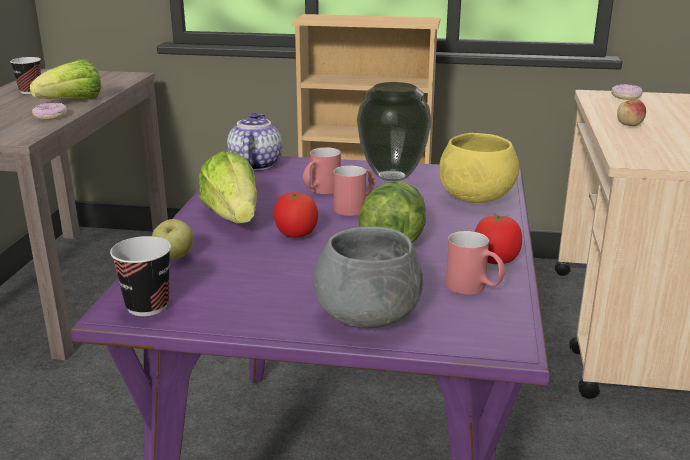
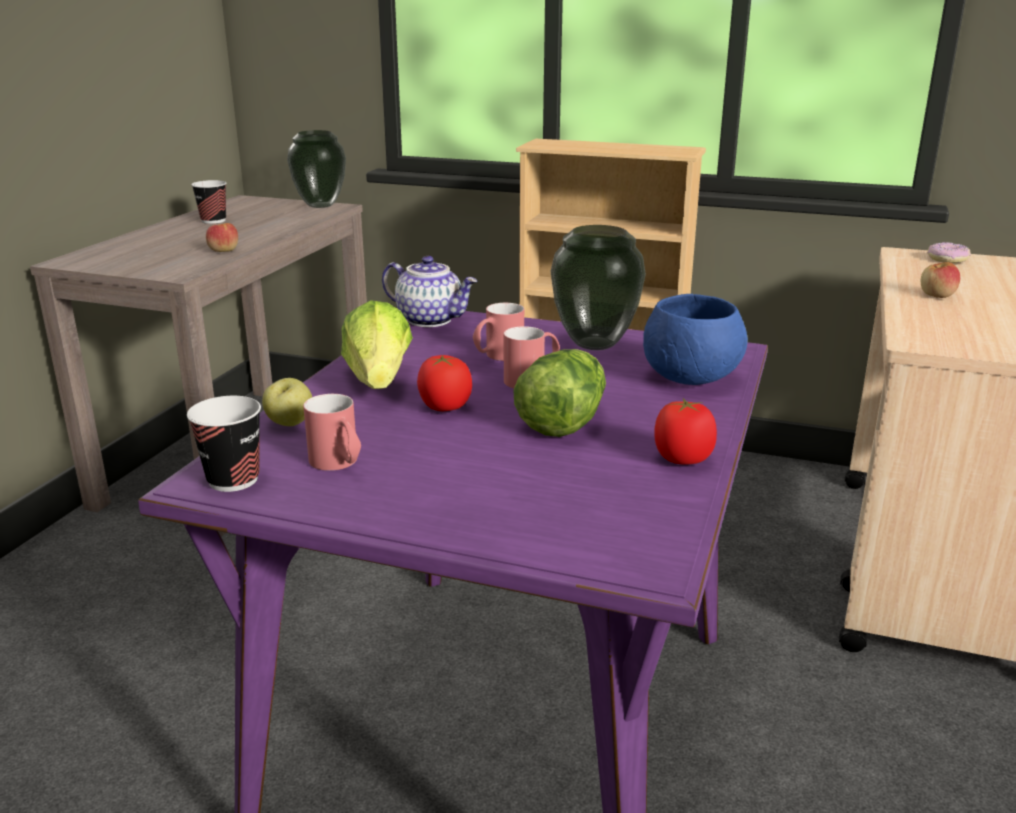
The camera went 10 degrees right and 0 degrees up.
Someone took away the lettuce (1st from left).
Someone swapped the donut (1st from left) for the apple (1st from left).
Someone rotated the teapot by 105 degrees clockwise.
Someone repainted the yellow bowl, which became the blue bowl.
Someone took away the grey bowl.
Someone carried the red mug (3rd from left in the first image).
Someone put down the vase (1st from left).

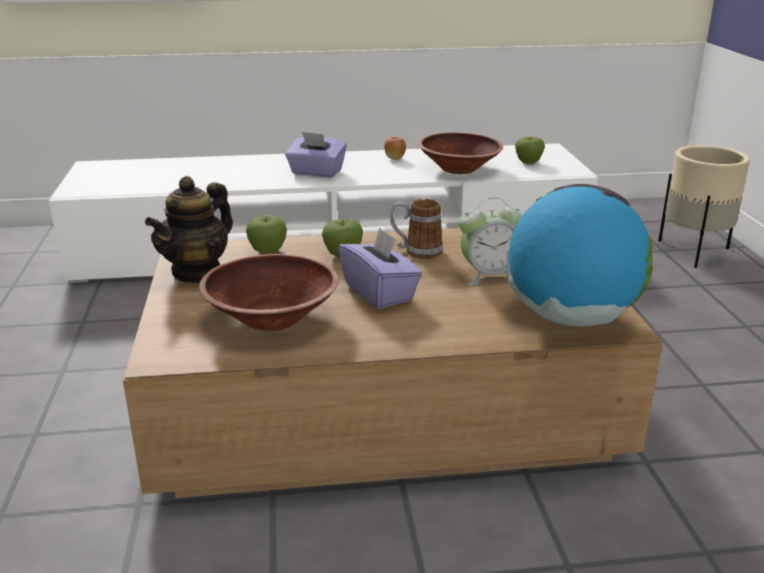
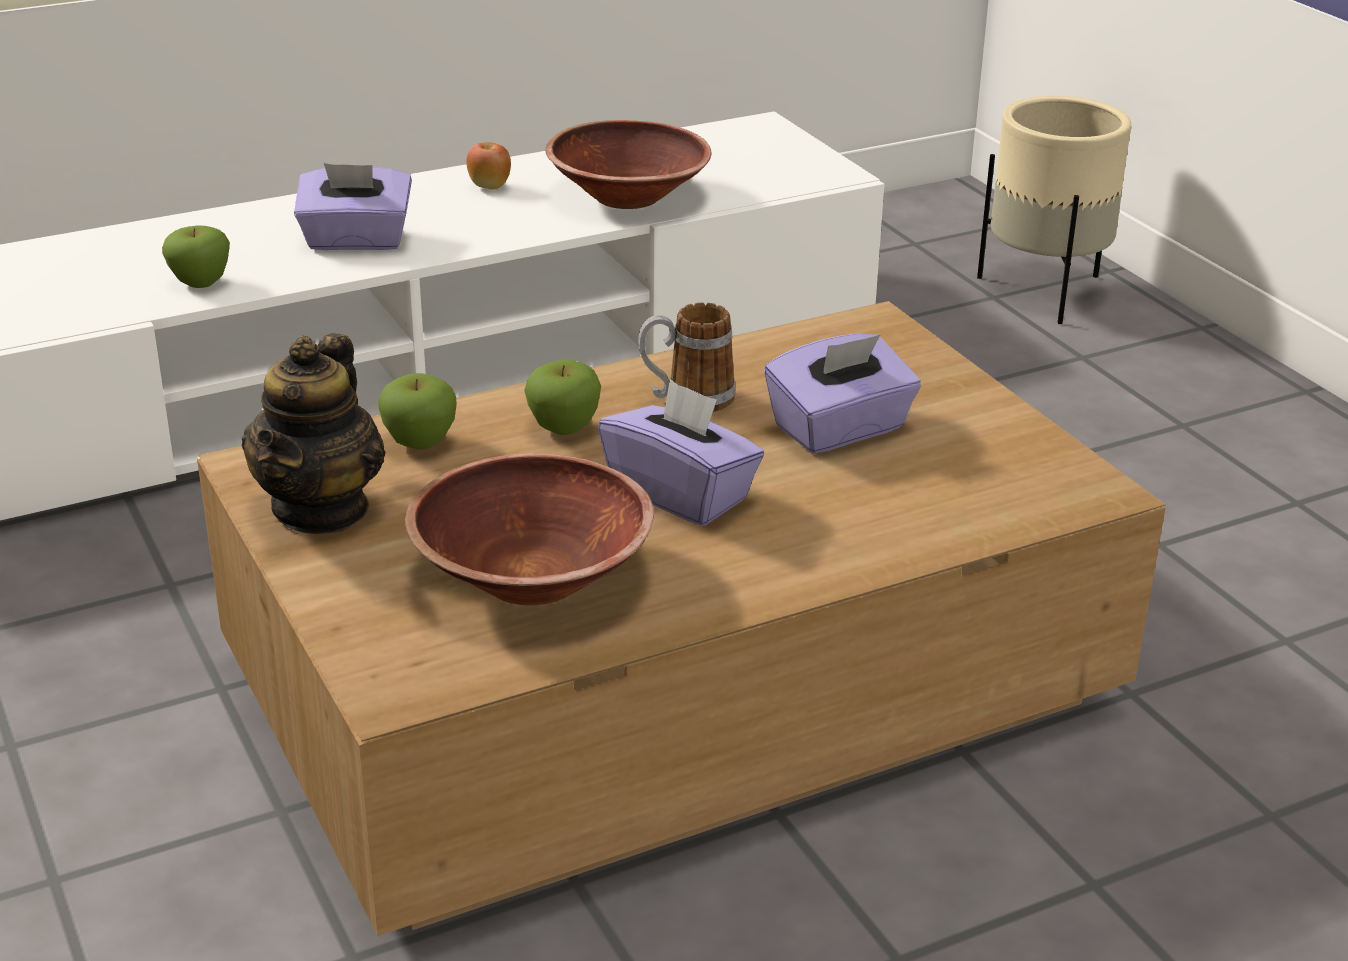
The camera went 20 degrees left and 5 degrees up.
Someone carried the apple (4th from left in the first image).
Someone took away the globe.
Someone swapped the alarm clock for the purple tissue box (3rd from left).

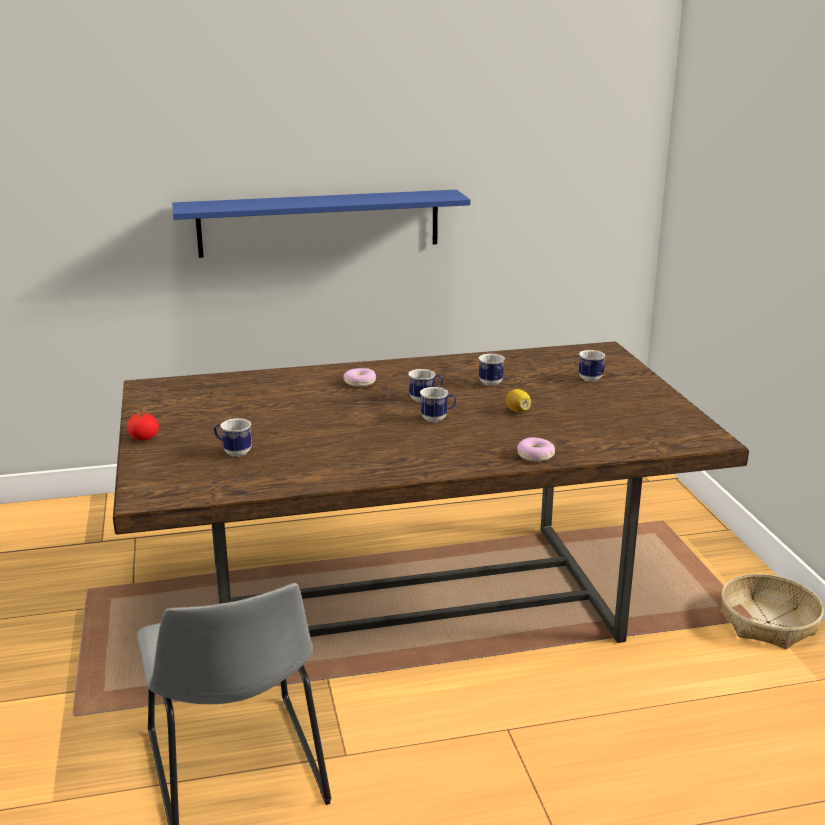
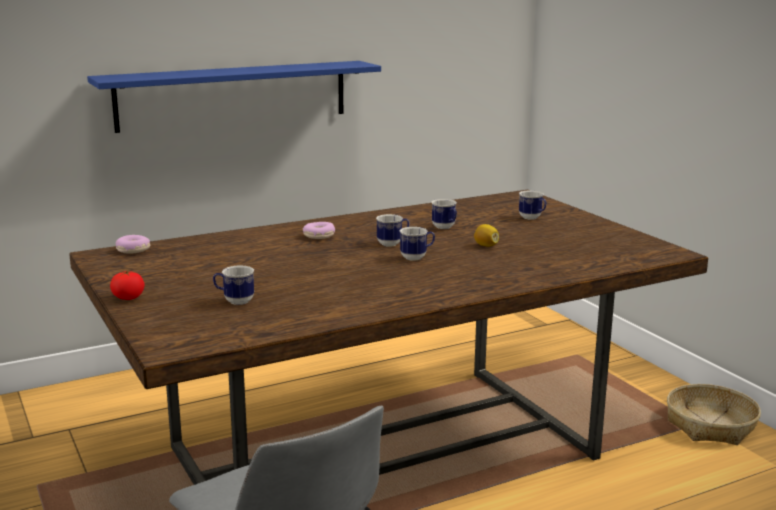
The camera went 15 degrees left and 5 degrees down.
Someone carried the donut (2nd from left in the first image).

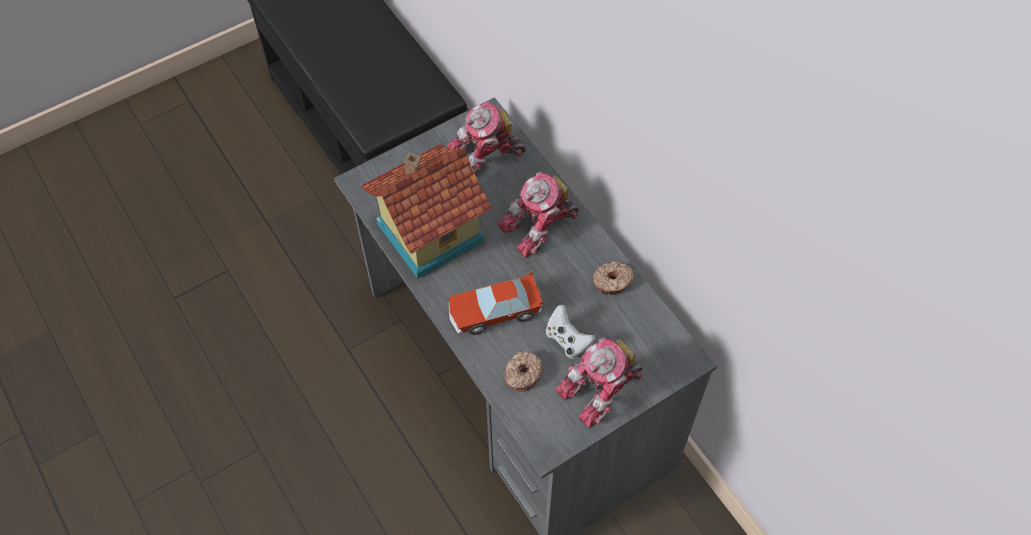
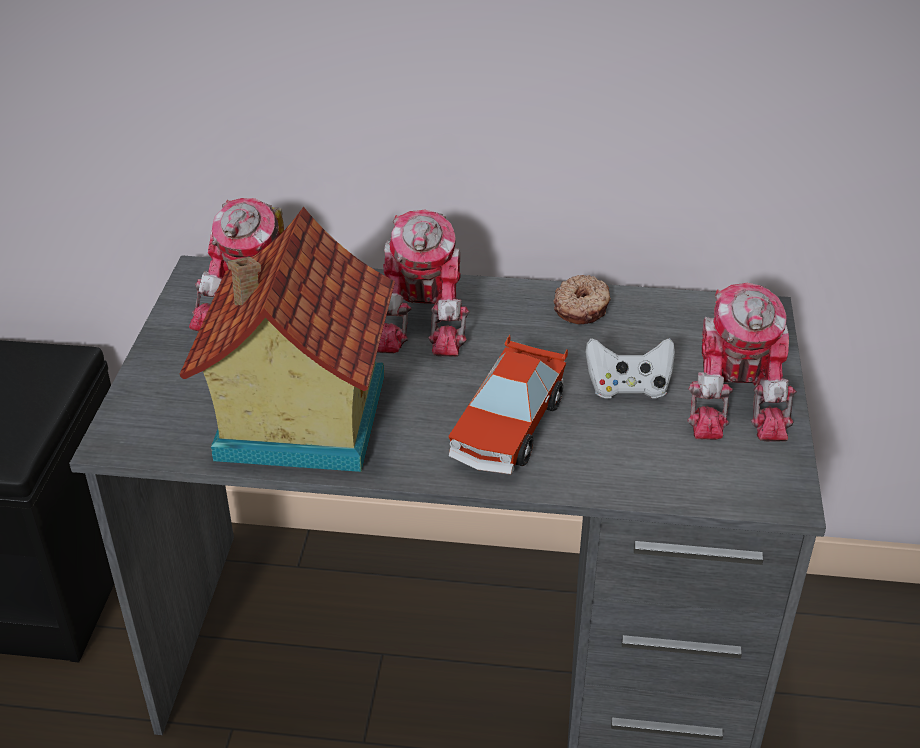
The camera went 50 degrees left and 20 degrees down.
Someone took away the donut (1st from left).

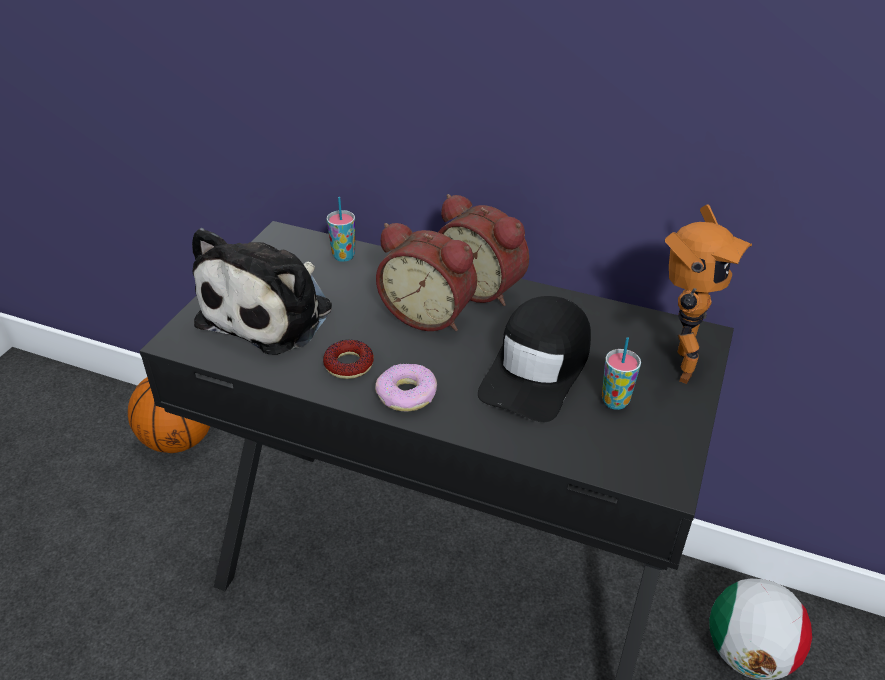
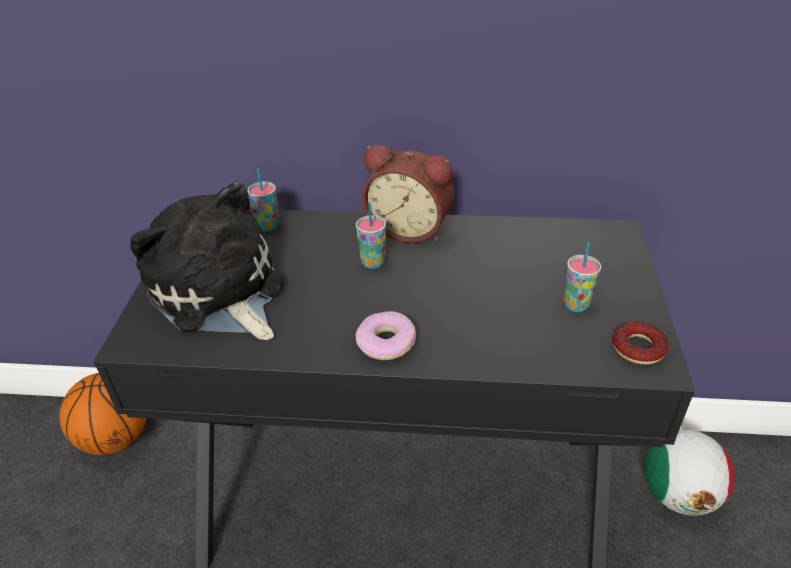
The camera went 15 degrees left and 0 degrees up.
Someone took away the toy robot.
Someone swapped the alarm clock (1st from left) for the cup (2nd from left).
Someone rotated the plush toy by 135 degrees clockwise.
Someone took away the black cap.
Someone carried the donut (1st from left in the first image).

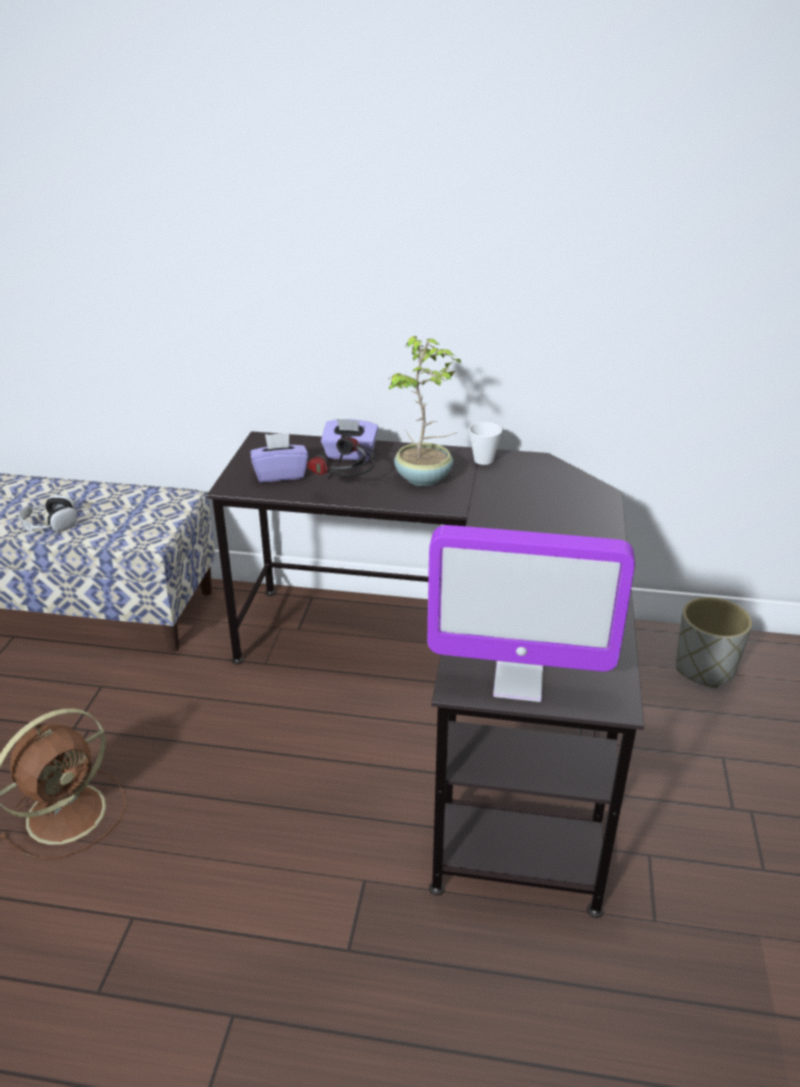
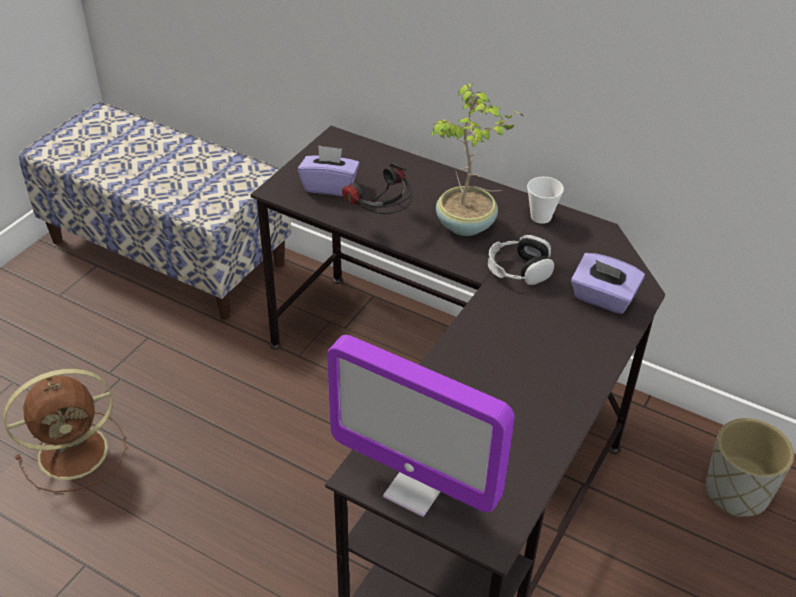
The camera went 20 degrees right and 10 degrees up.
Someone carried the purple tissue box (2nd from left).
Someone carried the headphones (1st from left in the first image).

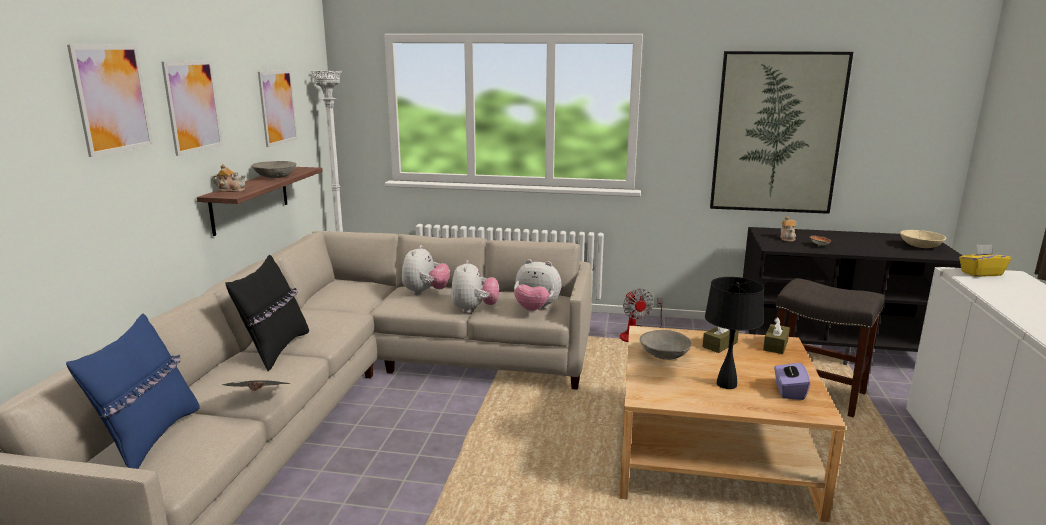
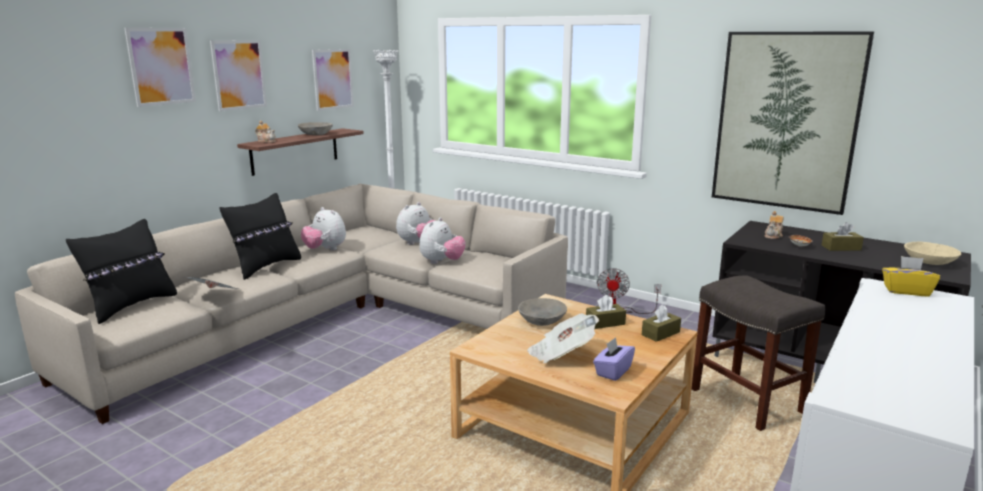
The camera went 25 degrees right and 0 degrees up.
Someone carried the plush toy (3rd from left in the first image).
Someone swapped the black table lamp for the newspaper (2nd from left).
Someone repainted the blue pillow, which became the black pillow (1st from left).
Someone put down the brown tissue box (3rd from left).

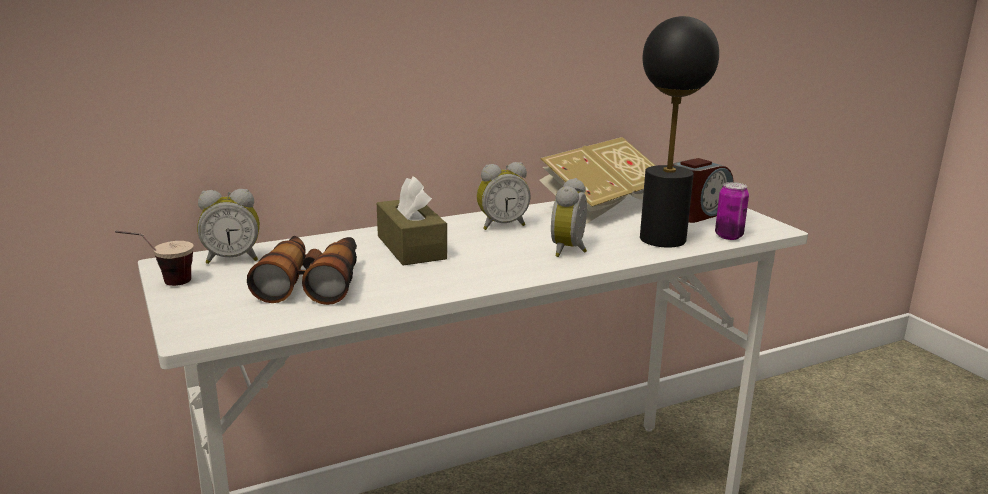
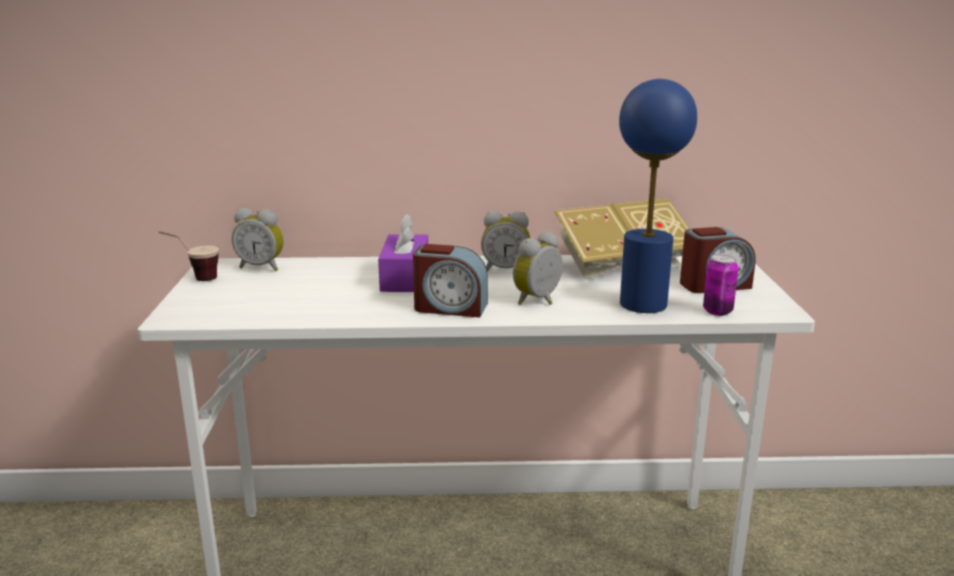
The camera went 25 degrees right and 0 degrees up.
Someone repainted the black table lamp, which became the blue table lamp.
Someone repainted the brown tissue box, which became the purple tissue box.
Someone took away the binoculars.
Someone put down the alarm clock (2nd from left).

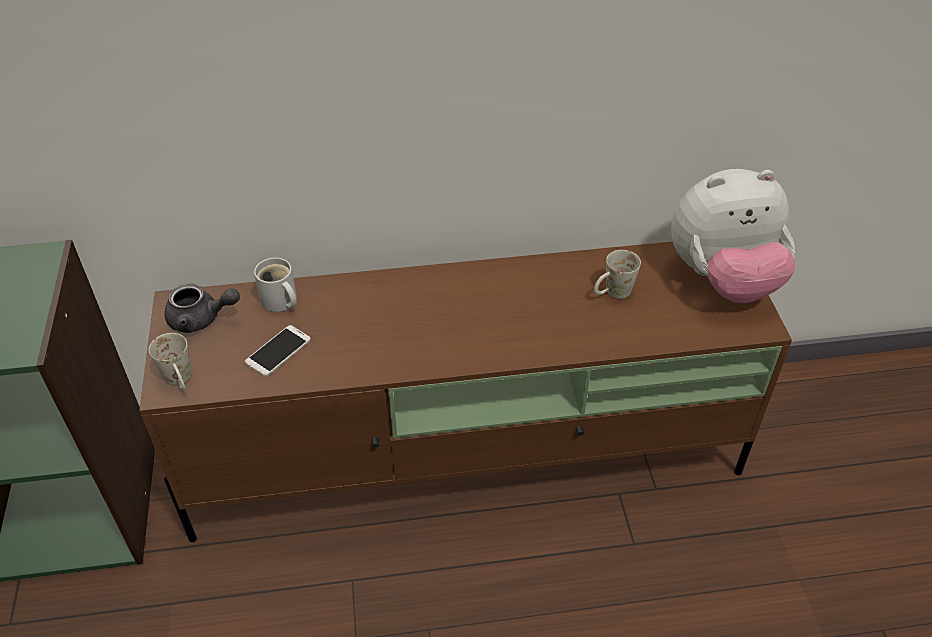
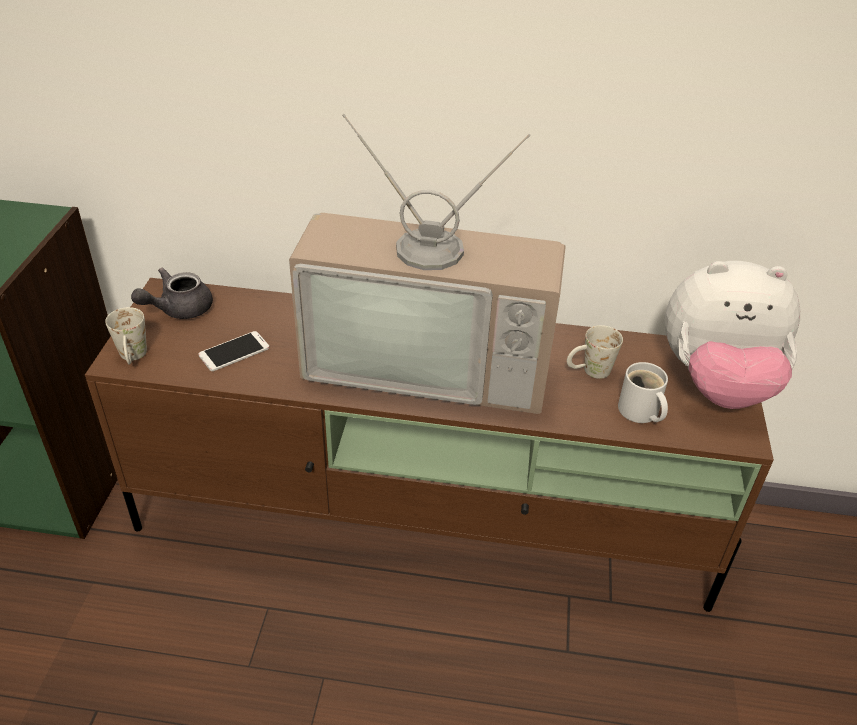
The camera went 15 degrees right and 5 degrees down.
Someone carried the white mug (2nd from left in the first image).
Someone rotated the grey teapot by 120 degrees clockwise.
Someone put down the television.

